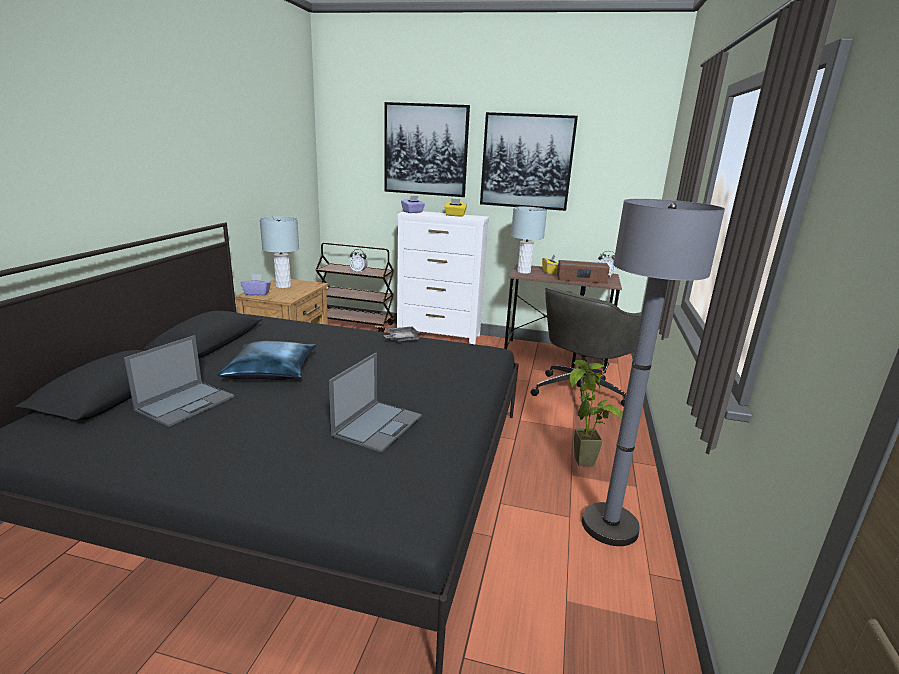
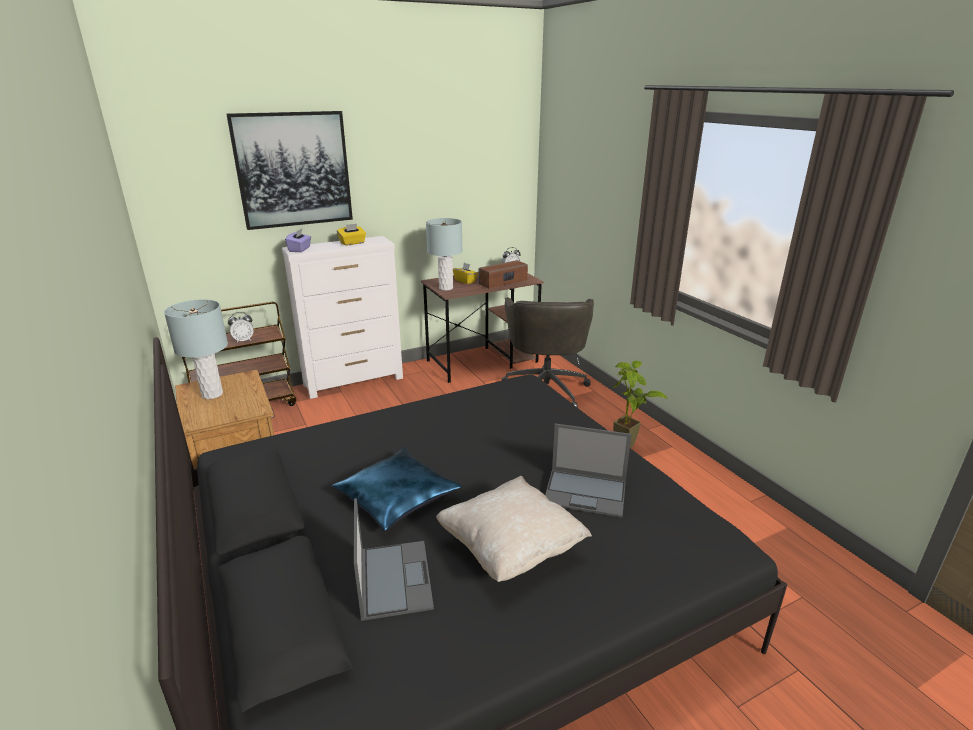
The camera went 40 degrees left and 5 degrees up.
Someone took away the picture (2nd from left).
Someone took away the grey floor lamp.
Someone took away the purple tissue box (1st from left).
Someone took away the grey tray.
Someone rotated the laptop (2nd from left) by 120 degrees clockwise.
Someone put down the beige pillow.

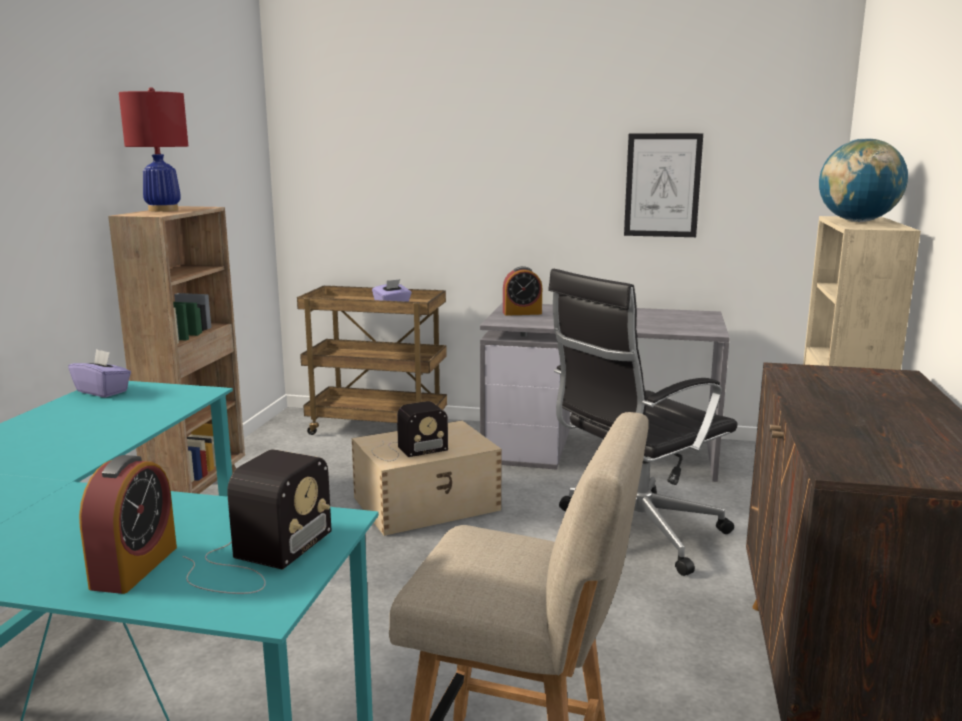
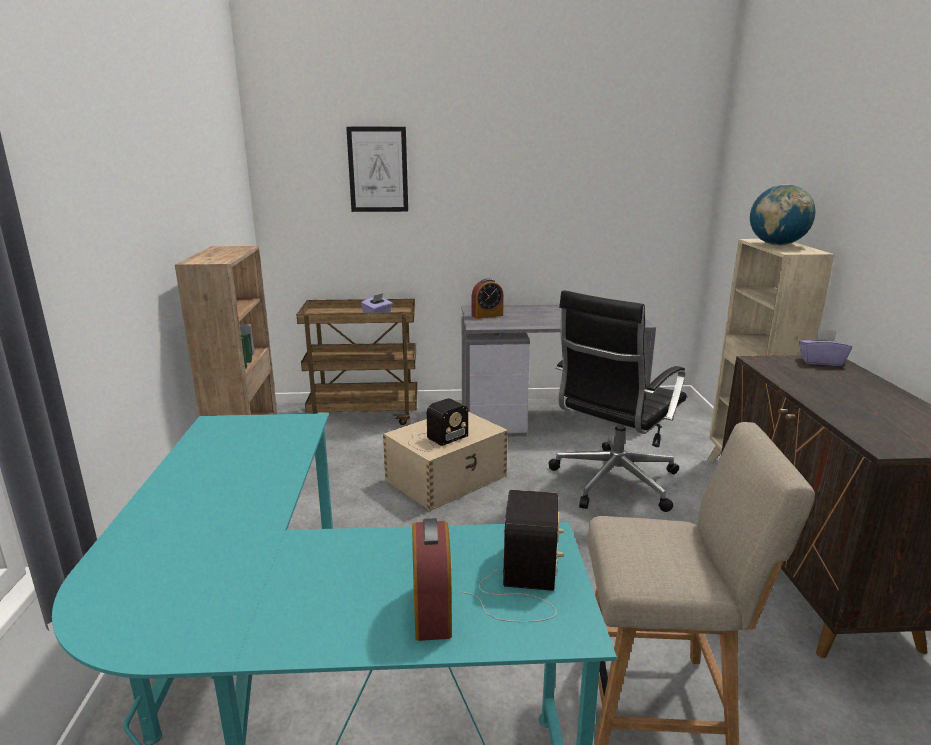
The camera went 15 degrees left and 5 degrees up.
Someone took away the red table lamp.
Someone carried the picture.
Someone carried the purple tissue box (1st from left in the first image).

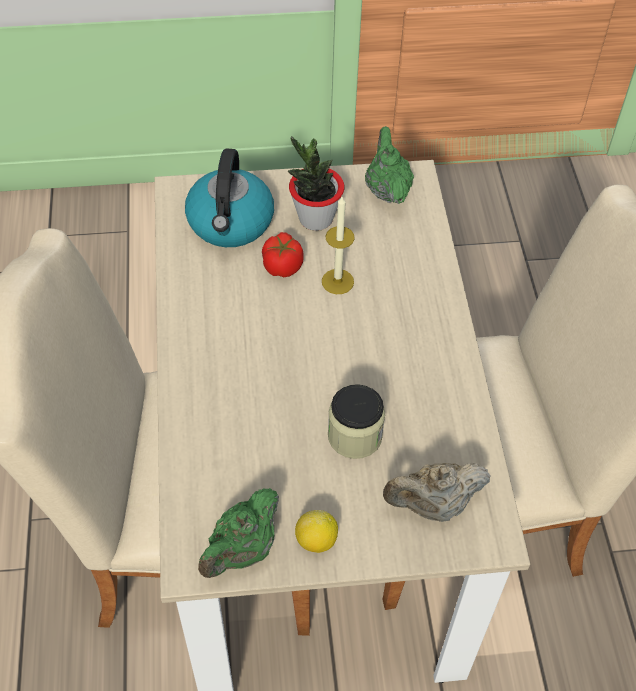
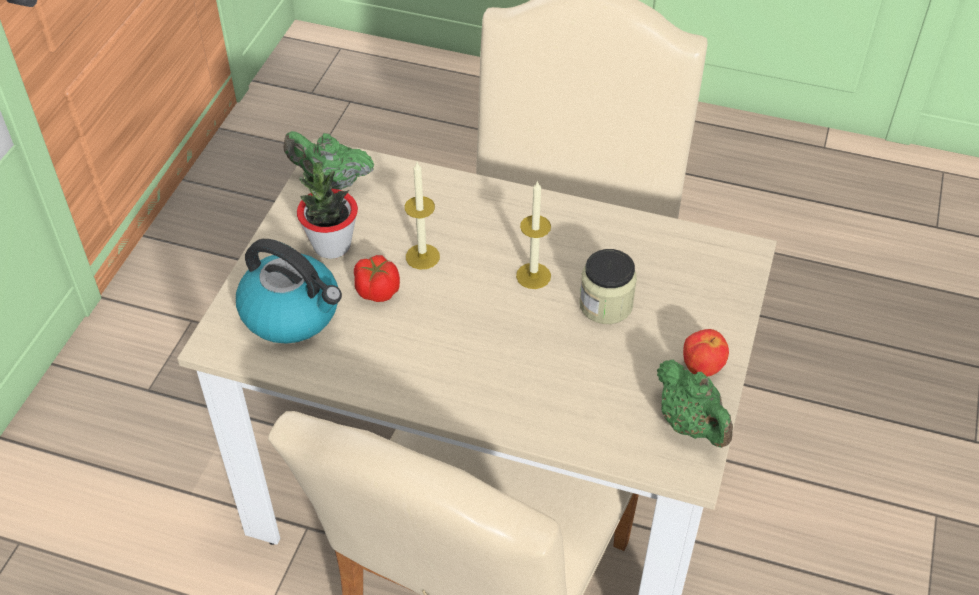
The camera went 65 degrees left and 5 degrees down.
Someone took away the beige teapot.
Someone swapped the lemon for the apple.
Someone put down the candle (2nd from left).

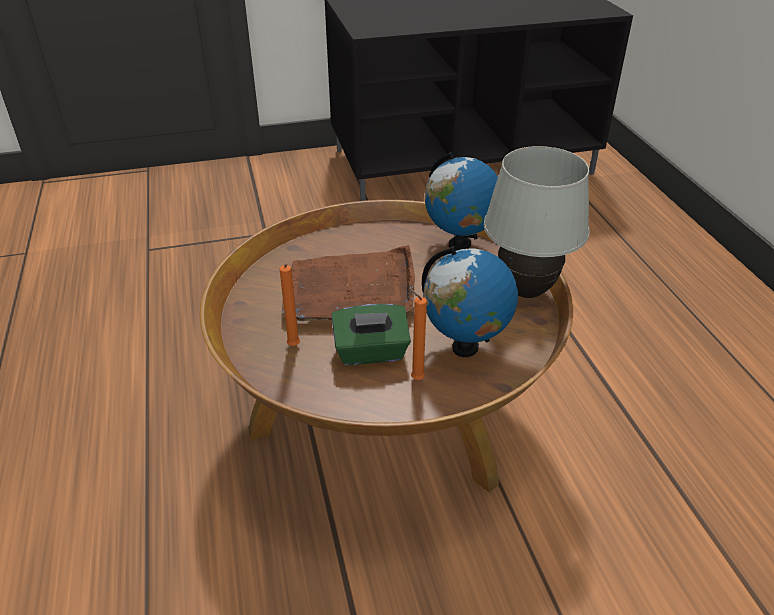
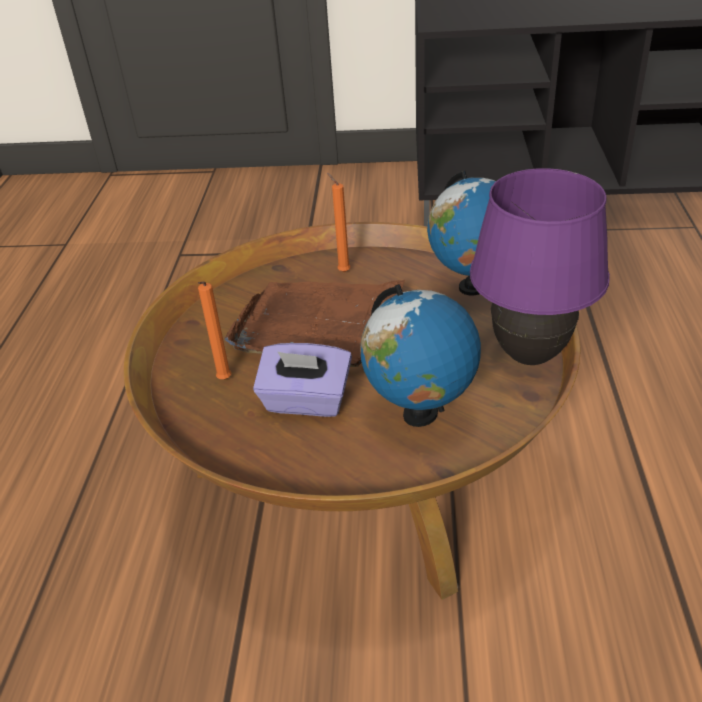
The camera went 20 degrees right and 0 degrees up.
Someone repainted the white table lamp, which became the purple table lamp.
Someone carried the orange candle (2nd from left).
Someone repainted the green tissue box, which became the purple tissue box.

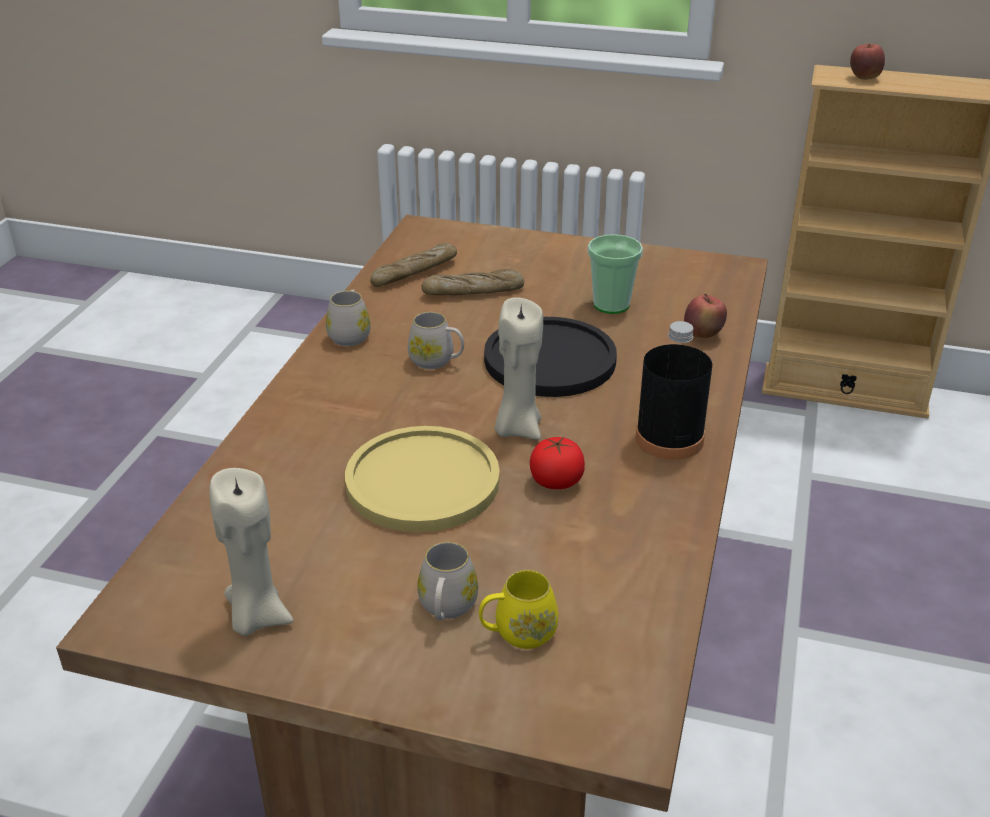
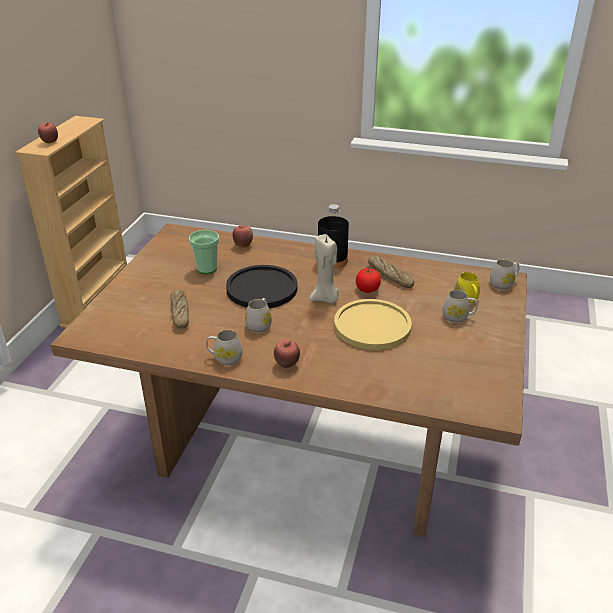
The camera went 90 degrees left and 0 degrees up.
Someone carried the bread (1st from left in the first image).
Someone took away the beige candle (1st from left).
Someone put down the white mug (4th from left).
Someone put down the apple (3rd from left).

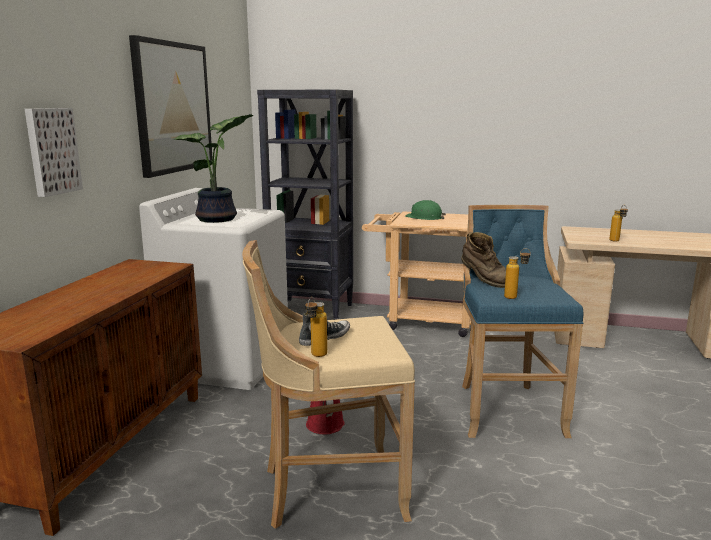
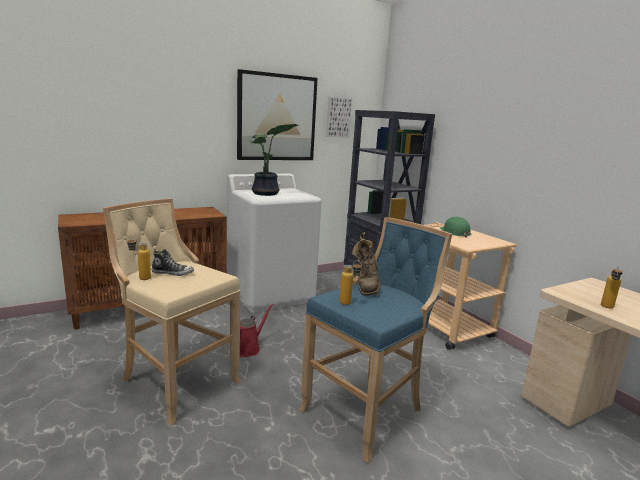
The camera went 45 degrees right and 0 degrees up.
Someone carried the picture (1st from left in the first image).

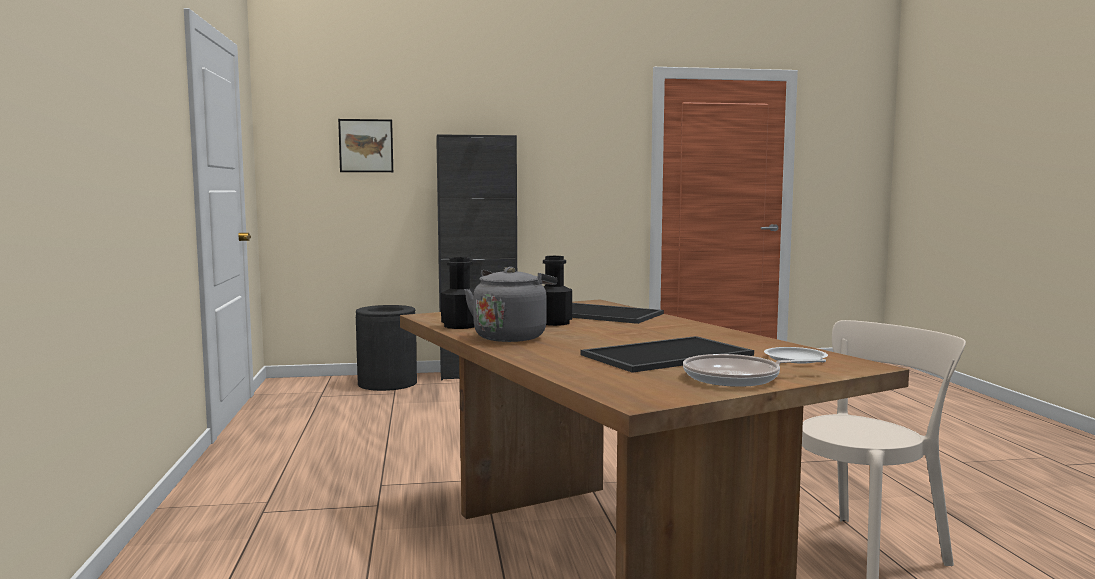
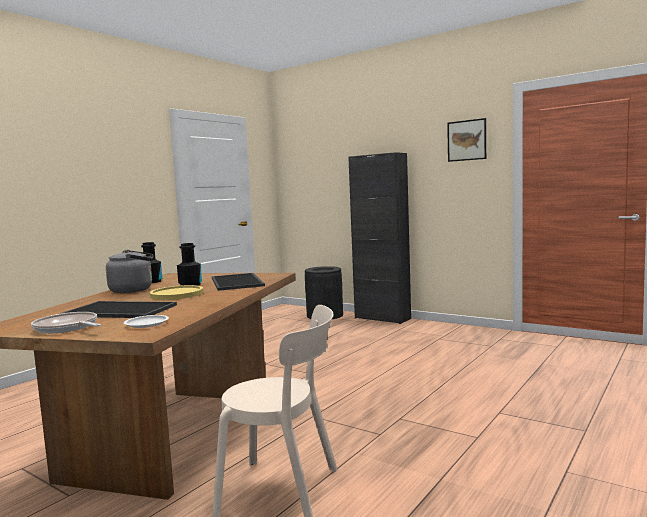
The camera went 45 degrees right and 0 degrees up.
Someone carried the picture.
Someone put down the yellow plate.

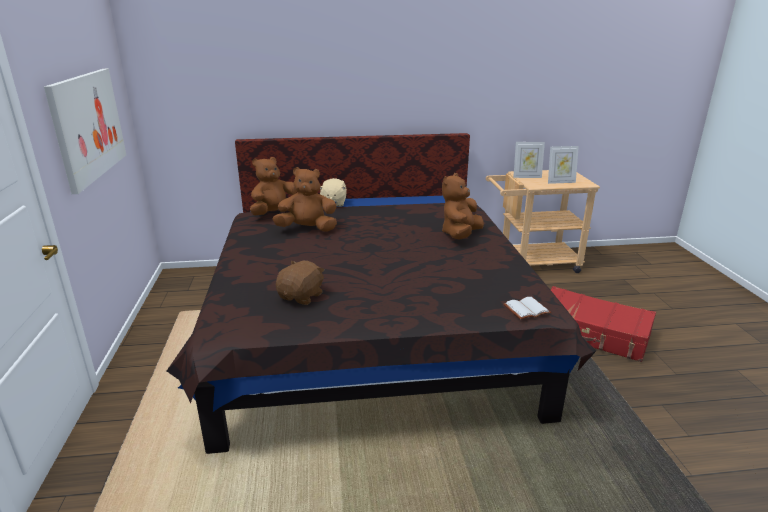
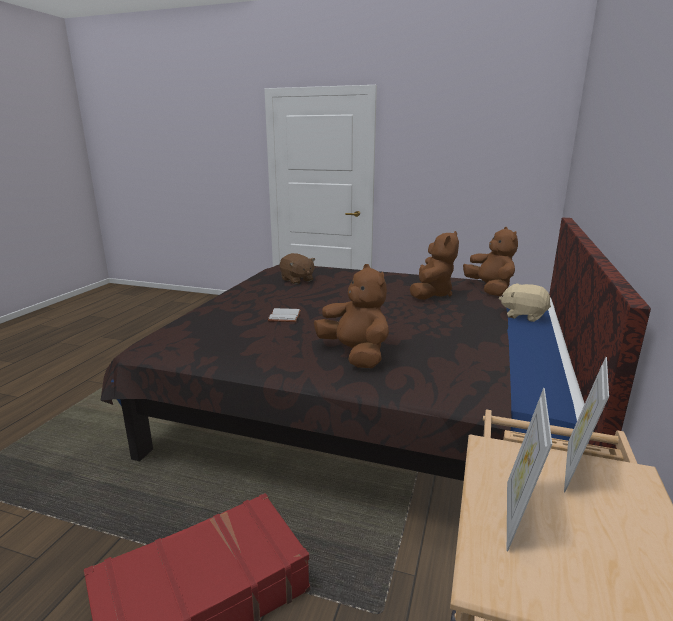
The camera went 115 degrees right and 5 degrees down.
Someone took away the picture.
Someone carried the white book.

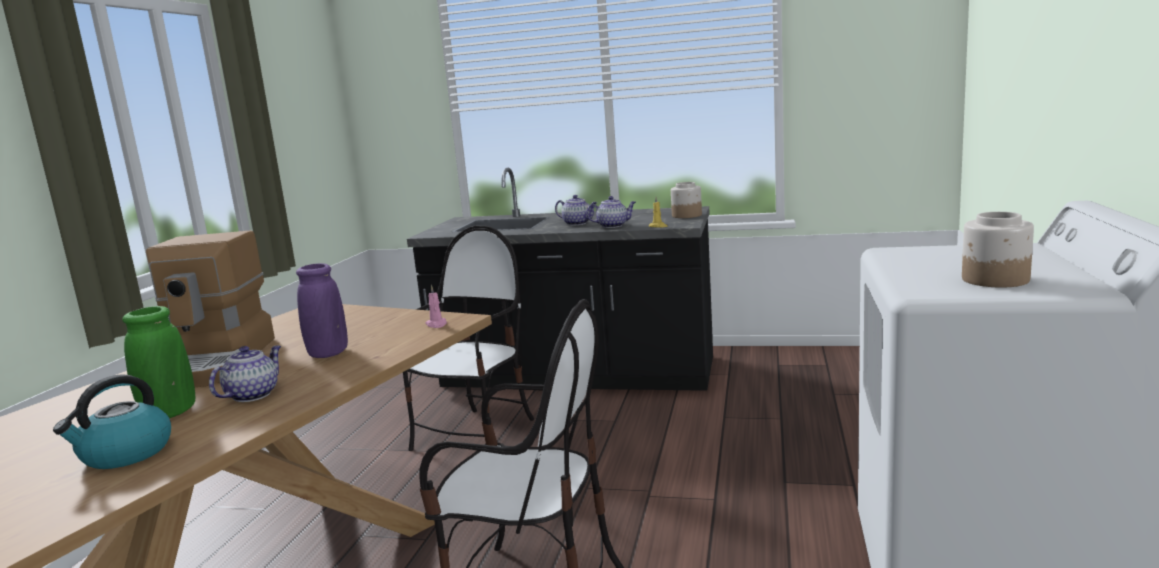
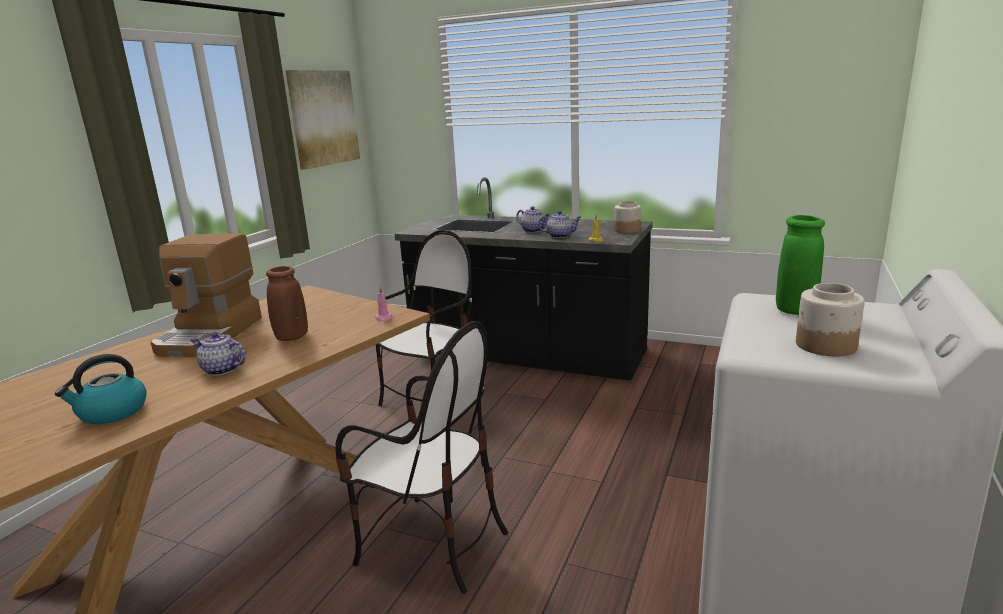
The camera went 10 degrees right and 5 degrees up.
Someone repainted the purple vase, which became the brown vase.
Someone carried the green vase.
Someone rotated the teapot (1st from left) by 105 degrees counterclockwise.
Someone put up the picture.

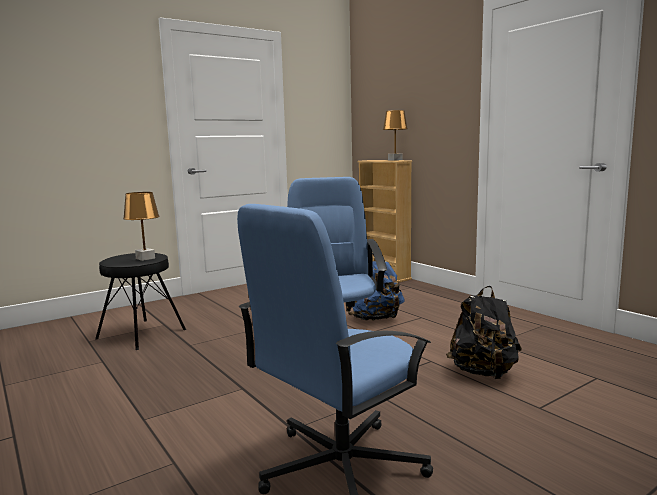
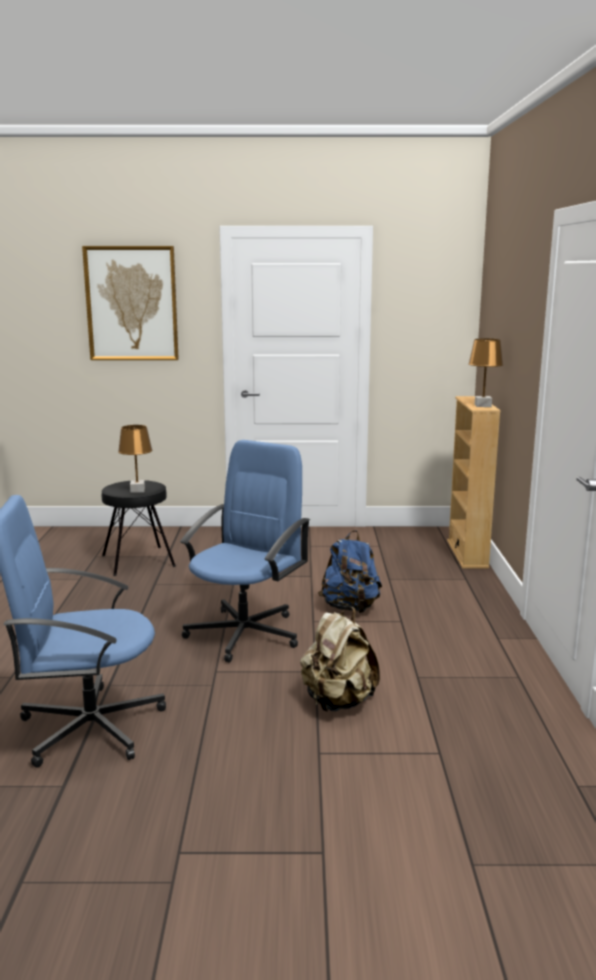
The camera went 35 degrees right and 5 degrees up.
Someone repainted the black backpack, which became the beige backpack.
Someone put up the picture.

